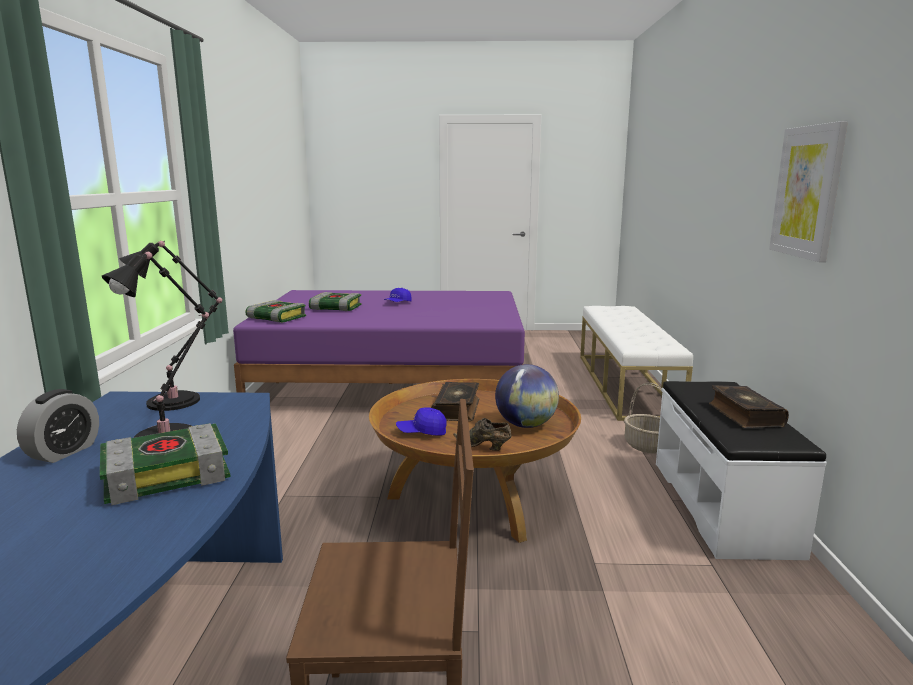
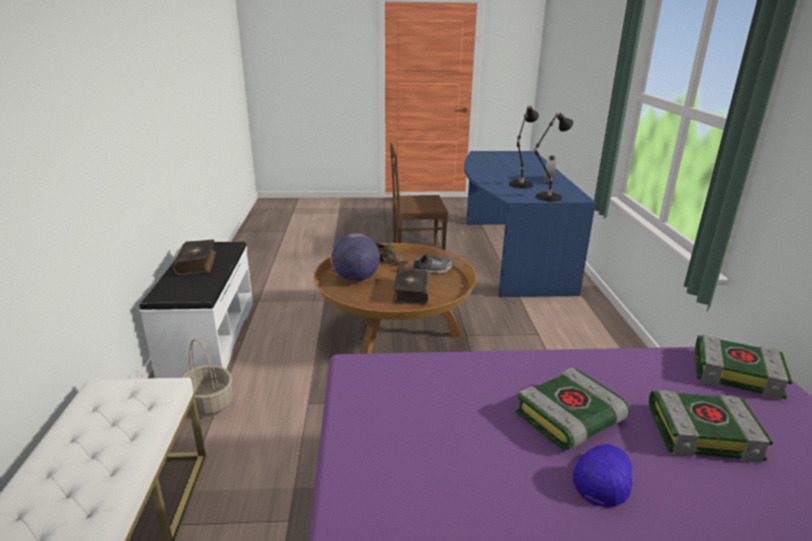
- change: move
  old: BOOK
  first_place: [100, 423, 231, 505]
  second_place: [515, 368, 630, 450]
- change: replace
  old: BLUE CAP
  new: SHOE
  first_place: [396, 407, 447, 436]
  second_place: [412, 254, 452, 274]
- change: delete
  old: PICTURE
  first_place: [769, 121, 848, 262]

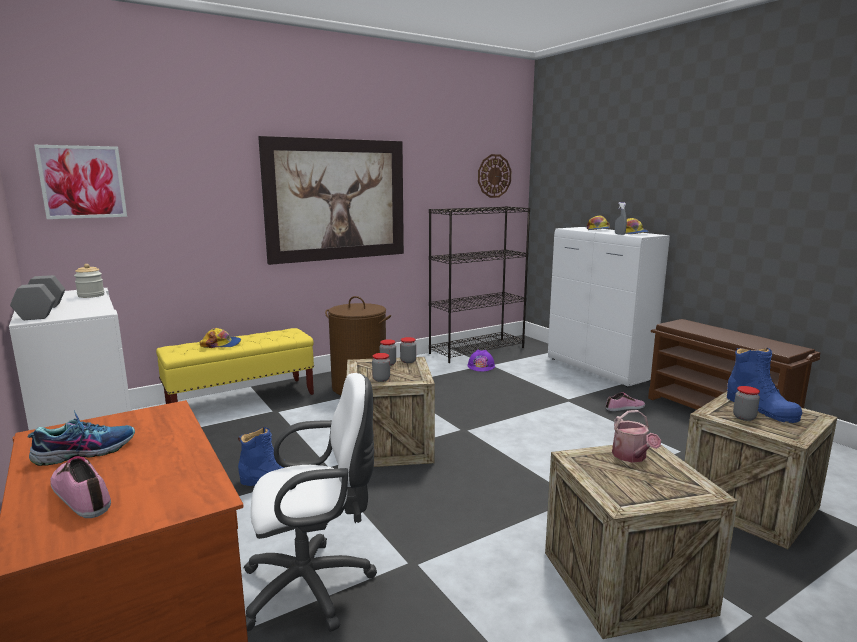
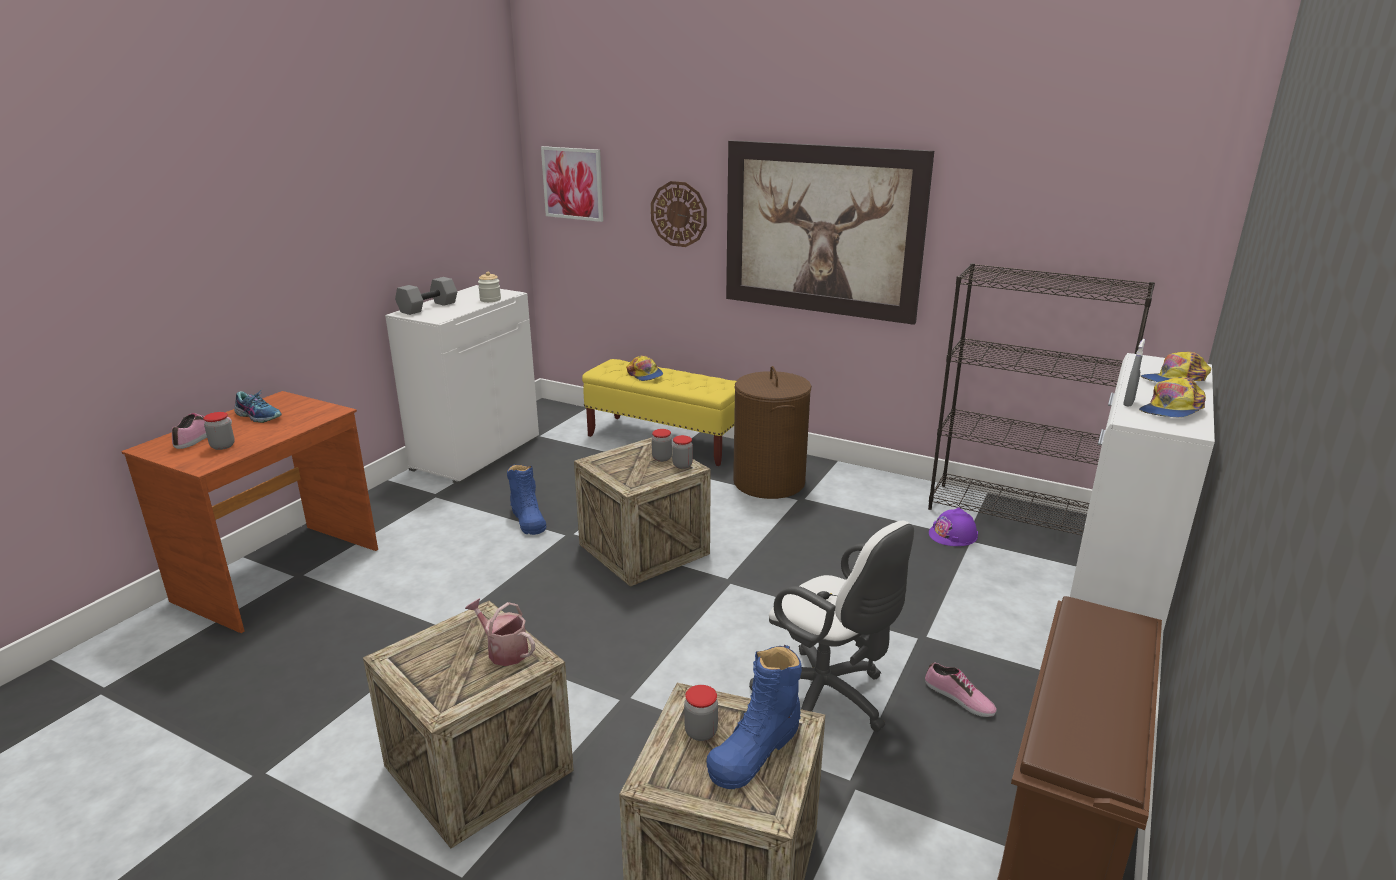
- change: move
  old: WHITE OFFICE CHAIR
  first_place: [244, 373, 377, 632]
  second_place: [749, 521, 914, 732]
- change: move
  old: JAR
  first_place: [372, 353, 390, 382]
  second_place: [203, 412, 235, 450]
- change: move
  old: WALL CLOCK
  first_place: [478, 154, 511, 198]
  second_place: [651, 181, 707, 247]
- change: rotate
  old: WATERING CAN
  first_place: [612, 410, 661, 463]
  second_place: [465, 598, 535, 666]
  degrees: 75

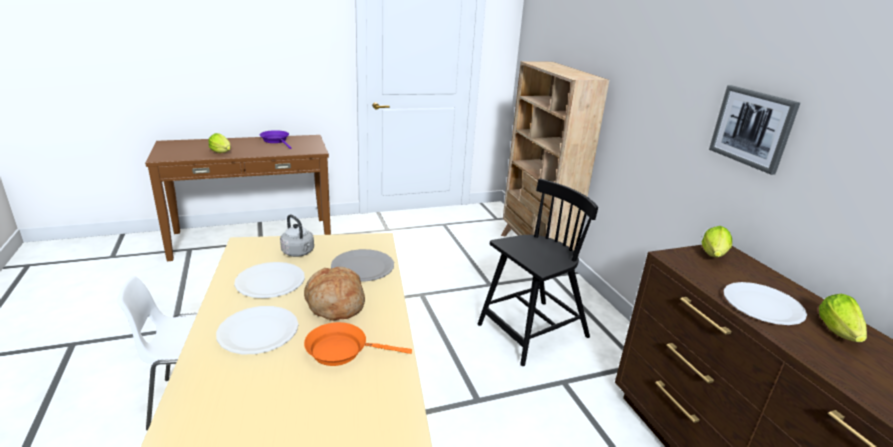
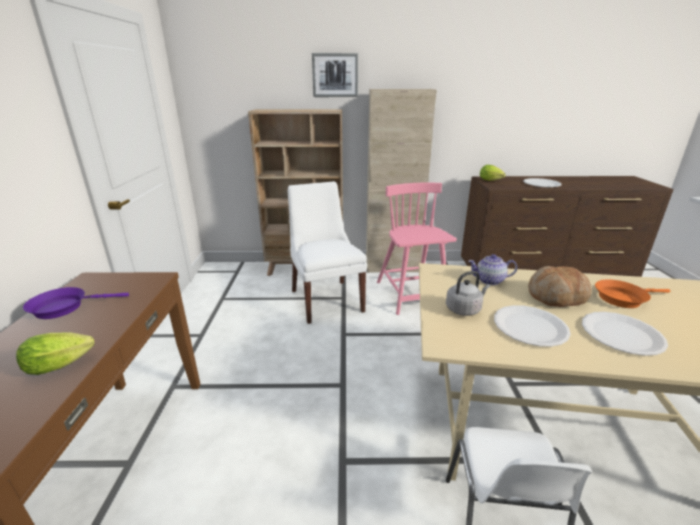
- change: rotate
  old: ORANGE FRYING PAN
  first_place: [304, 322, 412, 366]
  second_place: [595, 279, 670, 308]
  degrees: 60
- change: replace
  old: GREY PLATE
  new: TEAPOT
  first_place: [331, 249, 394, 282]
  second_place: [468, 254, 517, 285]
- change: recolor
  old: BLACK CHAIR
  new: PINK CHAIR
  first_place: [478, 179, 598, 366]
  second_place: [377, 183, 457, 315]
- change: move
  old: PICTURE
  first_place: [709, 85, 800, 175]
  second_place: [312, 53, 358, 97]
- change: delete
  old: LETTUCE
  first_place: [819, 294, 867, 342]
- change: insert
  new: WHITE CHAIR
  second_place: [288, 181, 367, 324]
- change: insert
  new: BEIGE CABINET
  second_place: [366, 89, 437, 273]

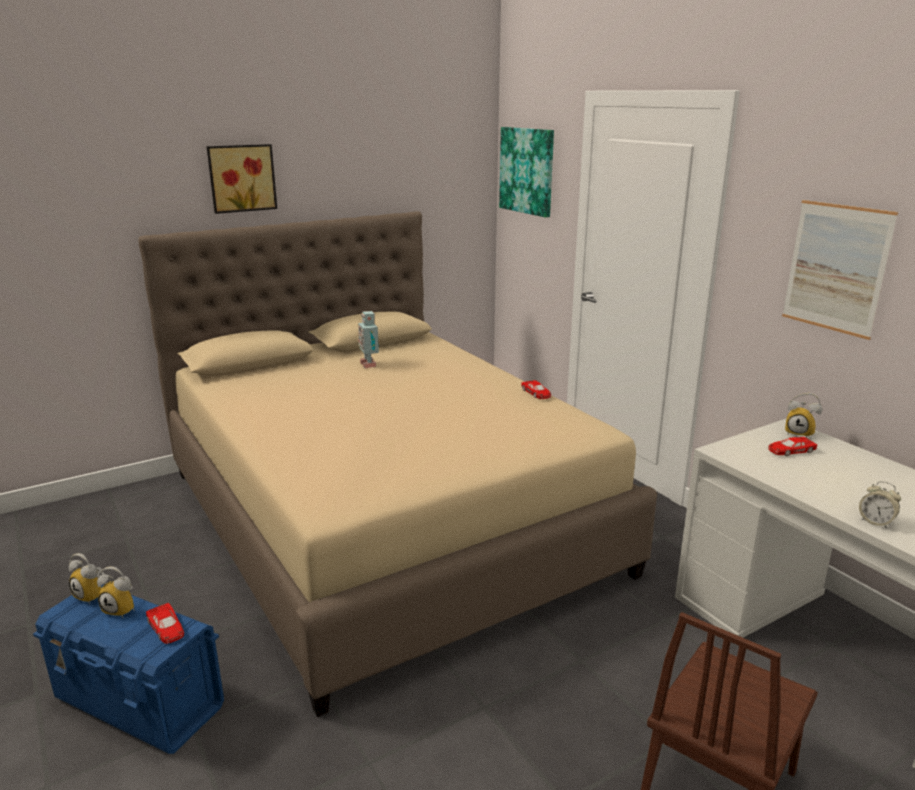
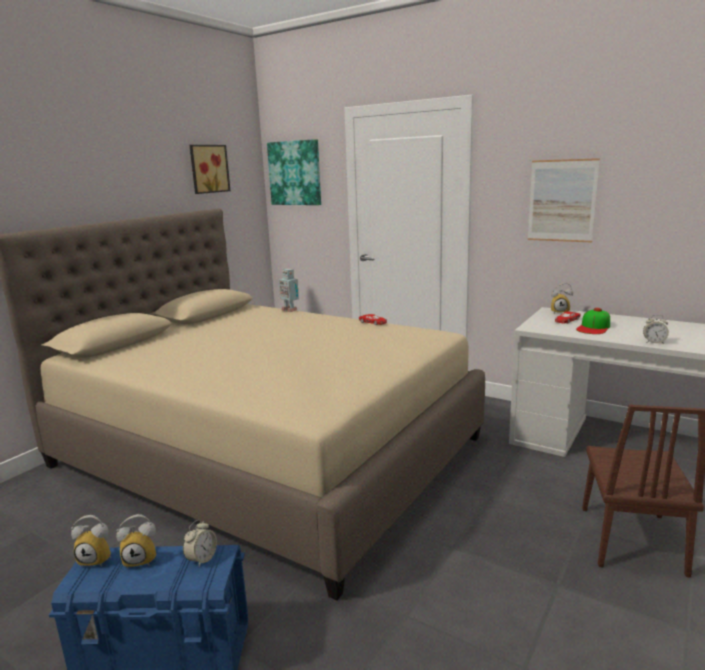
- change: replace
  old: RED TOY CAR
  new: ALARM CLOCK
  first_place: [146, 603, 184, 644]
  second_place: [183, 520, 217, 567]
- change: move
  old: PICTURE
  first_place: [206, 144, 277, 214]
  second_place: [189, 145, 231, 194]
- change: move
  old: TOY ROBOT
  first_place: [358, 311, 380, 368]
  second_place: [279, 269, 299, 312]
- change: insert
  new: CAP
  second_place: [576, 308, 610, 334]

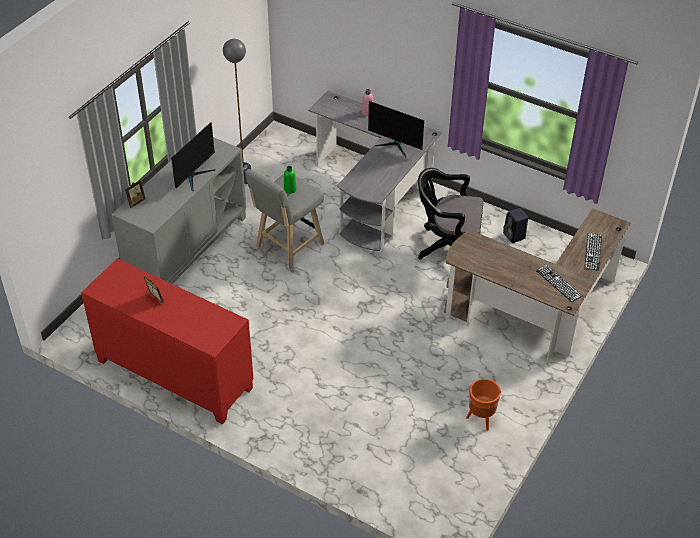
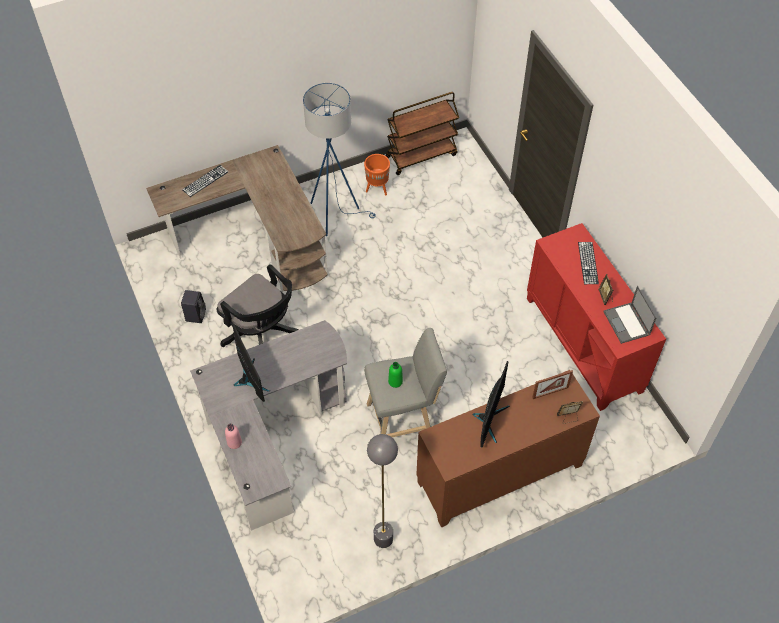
- change: recolor
  old: GREY CABINET
  new: BROWN CABINET
  first_place: [111, 137, 246, 284]
  second_place: [416, 370, 600, 528]
- change: rotate
  old: MONITOR
  first_place: [171, 122, 215, 191]
  second_place: [473, 361, 510, 447]
  degrees: 135
- change: move
  old: KEYBOARD
  first_place: [536, 265, 582, 302]
  second_place: [578, 242, 599, 284]
- change: insert
  new: BLUE FLOOR LAMP
  second_place: [303, 83, 376, 236]
- change: insert
  new: BROWN CART
  second_place: [385, 92, 459, 175]
- change: insert
  new: PICTURE FRAME
  second_place: [532, 370, 573, 399]
- change: insert
  new: LAPTOP
  second_place: [603, 286, 656, 344]

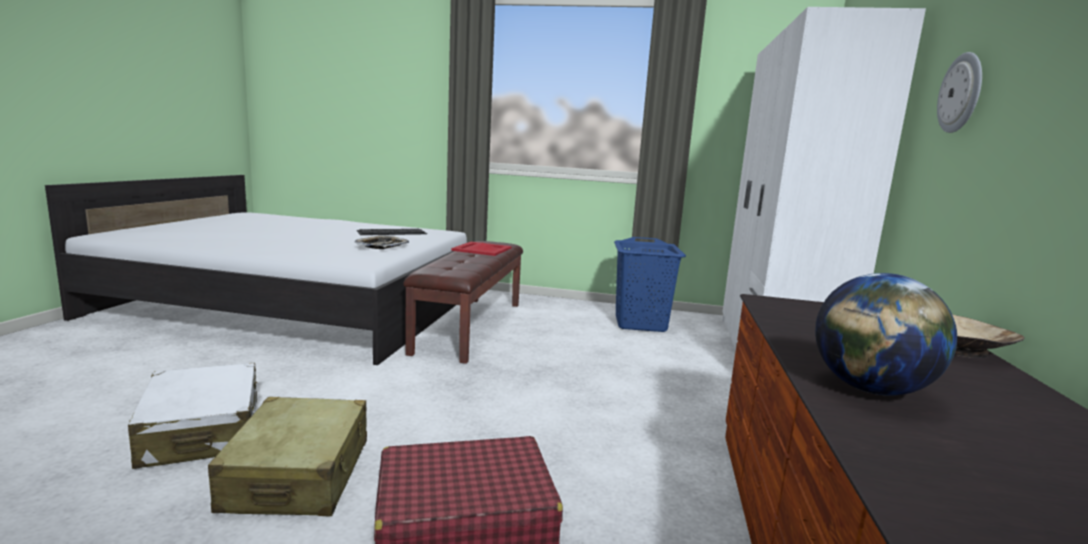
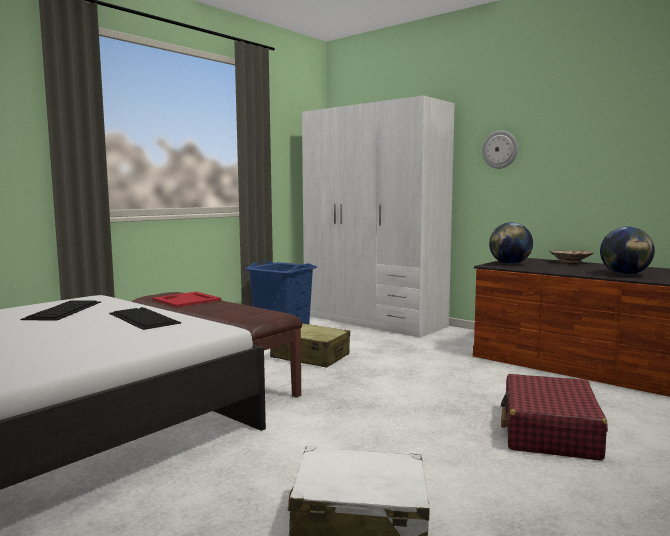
- change: move
  old: BEIGE SUITCASE
  first_place: [208, 397, 367, 516]
  second_place: [270, 323, 350, 368]
- change: replace
  old: TRAY
  new: KEYBOARD
  first_place: [355, 235, 409, 249]
  second_place: [109, 307, 181, 330]
- change: insert
  new: GLOBE
  second_place: [489, 222, 533, 264]

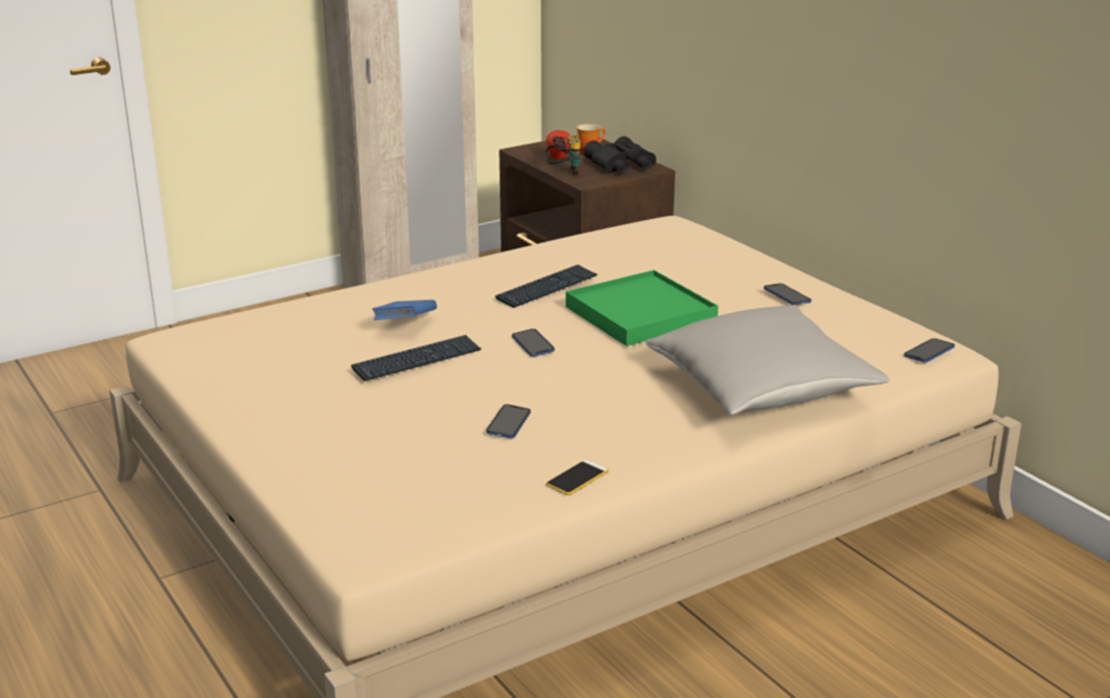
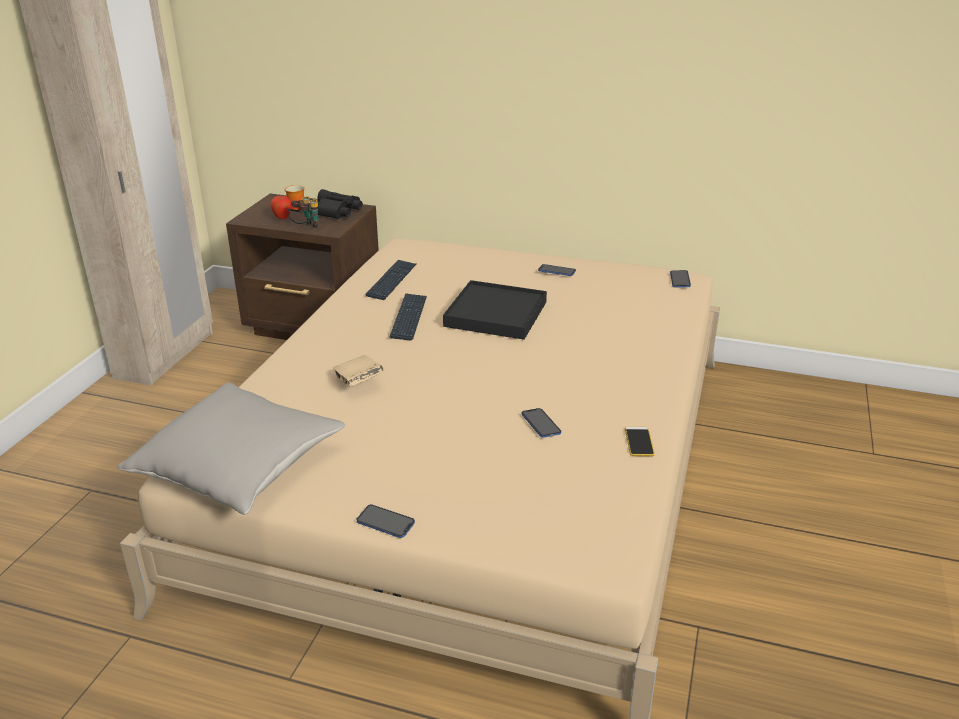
- change: move
  old: KEYBOARD
  first_place: [351, 335, 481, 381]
  second_place: [366, 260, 416, 300]
- change: recolor
  old: BLUE BOOK
  new: BEIGE BOOK
  first_place: [372, 300, 437, 320]
  second_place: [333, 355, 384, 387]
- change: move
  old: PHONE
  first_place: [512, 329, 555, 357]
  second_place: [357, 504, 415, 538]
- change: recolor
  old: GREEN TRAY
  new: BLACK TRAY
  first_place: [566, 270, 718, 346]
  second_place: [443, 280, 547, 340]
- change: move
  old: GREY PILLOW
  first_place: [645, 305, 890, 415]
  second_place: [117, 383, 345, 515]

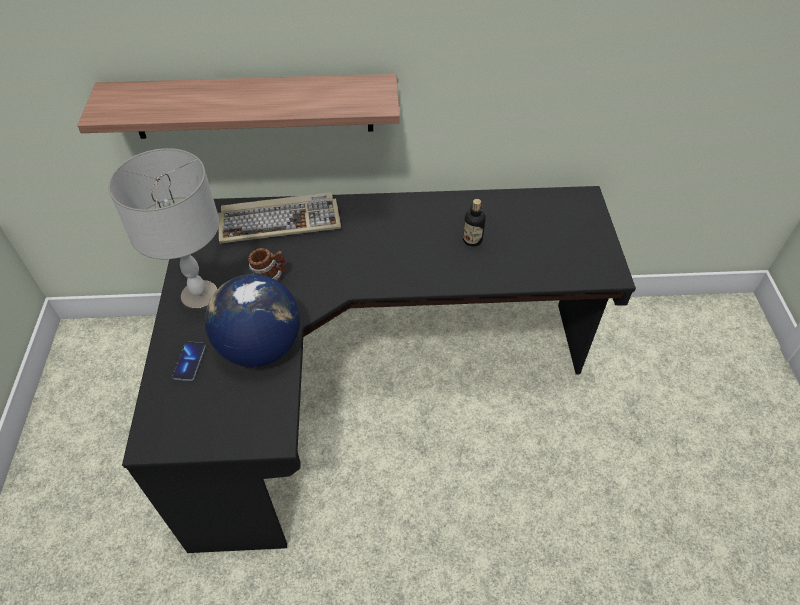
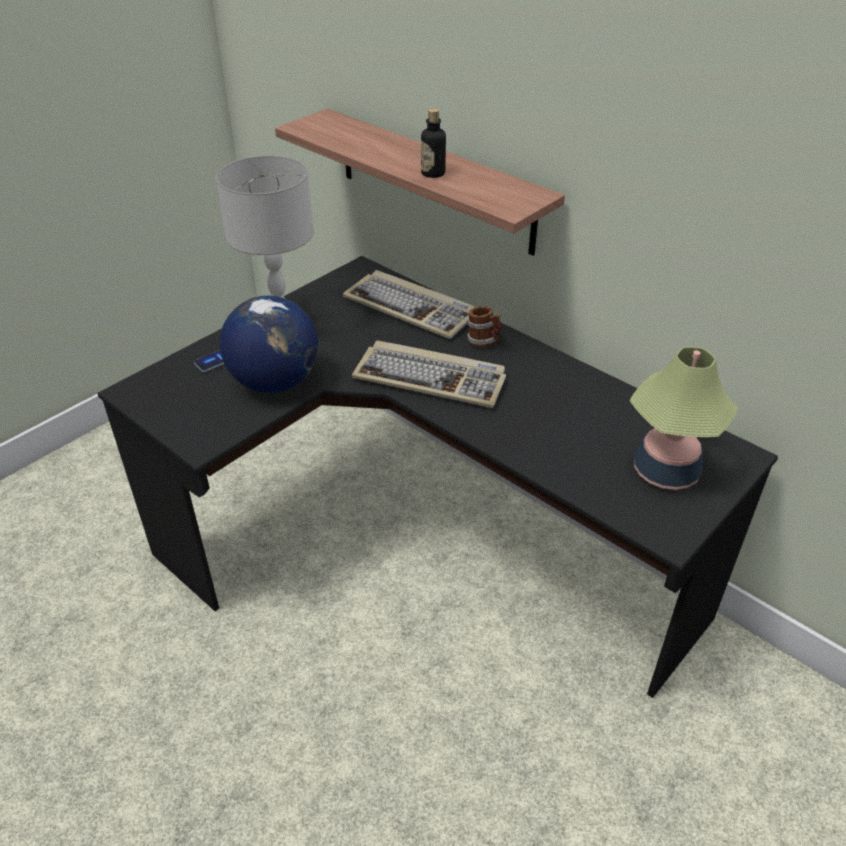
- change: move
  old: MUG
  first_place: [248, 248, 285, 281]
  second_place: [467, 306, 501, 347]
- change: move
  old: BOTTLE
  first_place: [463, 199, 486, 247]
  second_place: [421, 109, 446, 178]
- change: insert
  new: KEYBOARD
  second_place: [352, 340, 506, 408]
- change: insert
  new: TABLE LAMP
  second_place: [629, 347, 738, 490]

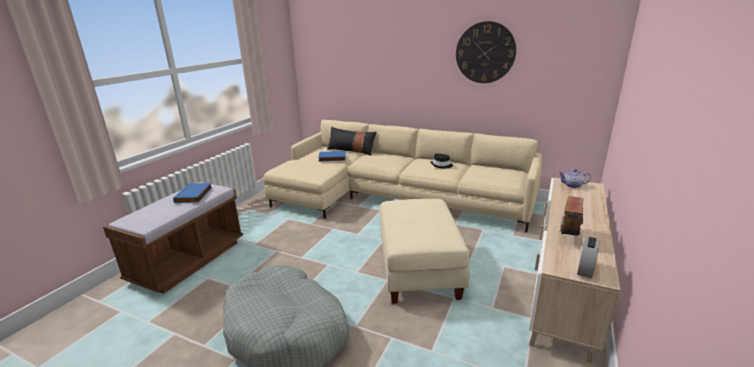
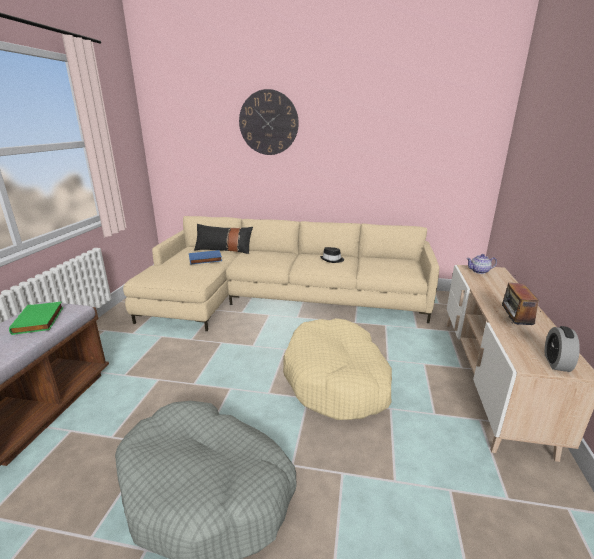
- change: recolor
  old: BLUE BOOK
  new: GREEN BOOK
  first_place: [173, 183, 212, 203]
  second_place: [9, 302, 63, 335]
- change: replace
  old: BEIGE OTTOMAN
  new: BEIGE DOG BED
  first_place: [380, 199, 470, 304]
  second_place: [283, 318, 392, 420]
- change: move
  old: WALL CLOCK
  first_place: [456, 21, 516, 83]
  second_place: [239, 89, 299, 155]

